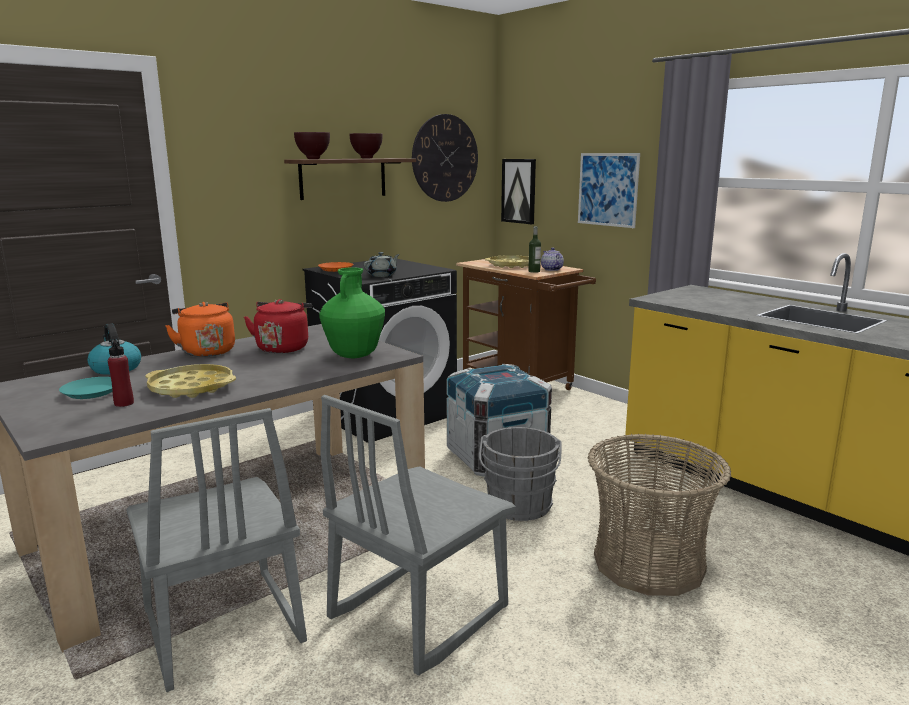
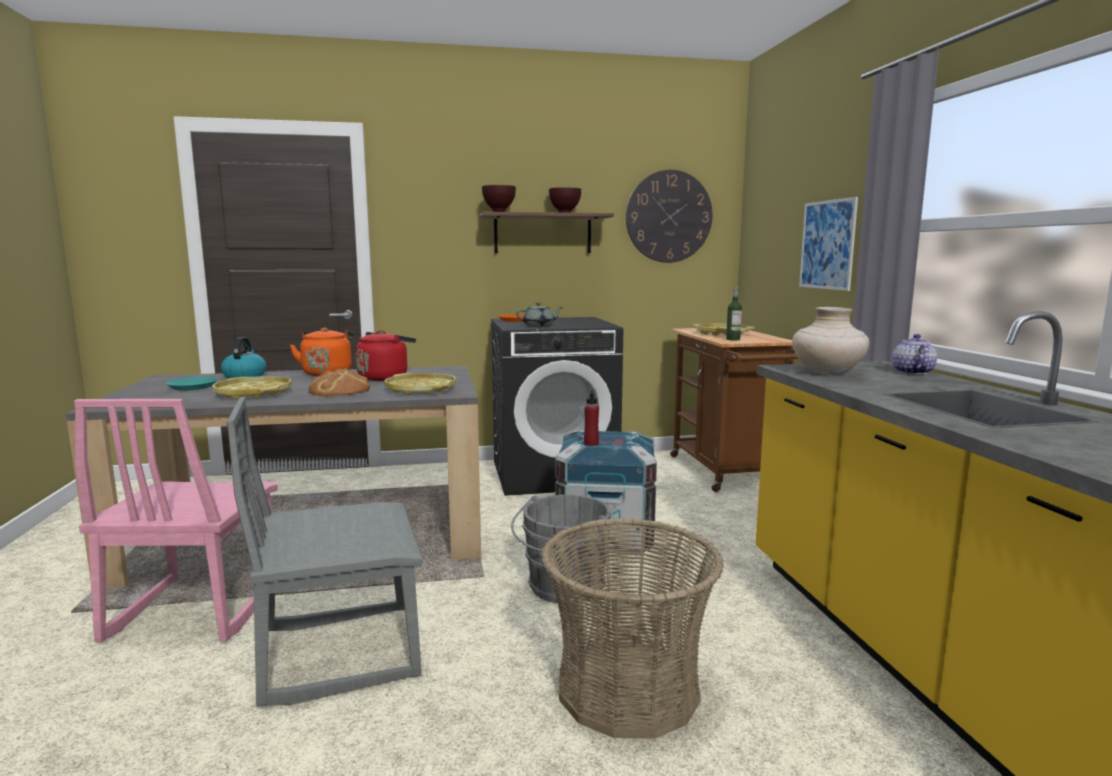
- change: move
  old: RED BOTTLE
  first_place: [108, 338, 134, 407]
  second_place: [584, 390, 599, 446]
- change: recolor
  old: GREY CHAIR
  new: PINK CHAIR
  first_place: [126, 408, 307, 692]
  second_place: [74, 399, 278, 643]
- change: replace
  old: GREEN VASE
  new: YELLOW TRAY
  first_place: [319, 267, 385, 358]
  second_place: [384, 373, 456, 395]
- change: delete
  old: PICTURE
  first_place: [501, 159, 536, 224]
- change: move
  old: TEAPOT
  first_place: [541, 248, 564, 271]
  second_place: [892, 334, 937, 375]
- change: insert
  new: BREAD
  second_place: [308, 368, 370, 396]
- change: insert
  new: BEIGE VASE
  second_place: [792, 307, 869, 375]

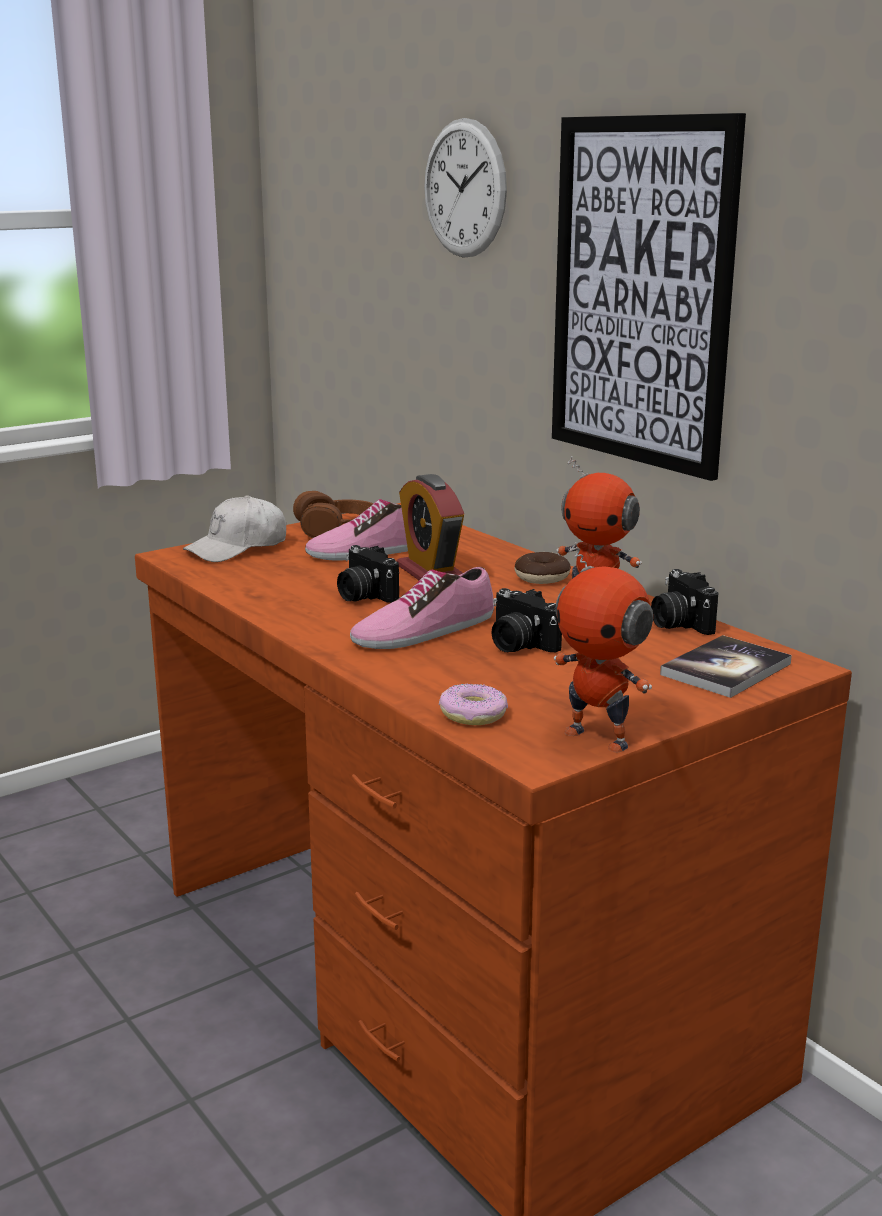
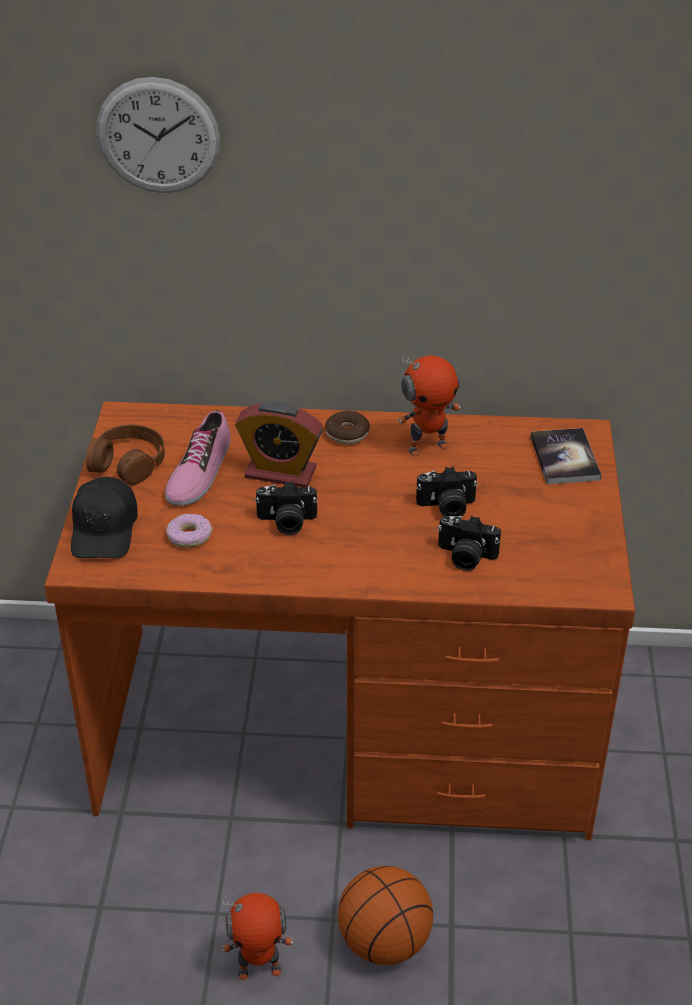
- change: recolor
  old: WHITE CAP
  new: BLACK CAP
  first_place: [183, 495, 286, 562]
  second_place: [71, 477, 138, 558]
- change: delete
  old: SHOE
  first_place: [350, 567, 494, 649]
- change: move
  old: DONUT
  first_place: [439, 684, 508, 725]
  second_place: [166, 514, 212, 548]
- change: delete
  old: PICTURE
  first_place: [552, 113, 746, 481]
- change: move
  old: TOY ROBOT
  first_place: [554, 543, 653, 752]
  second_place: [222, 893, 293, 980]
- change: move
  old: PHOTO CAMERA
  first_place: [651, 569, 719, 635]
  second_place: [437, 516, 501, 571]
- change: insert
  new: BASKETBALL
  second_place: [338, 866, 433, 965]

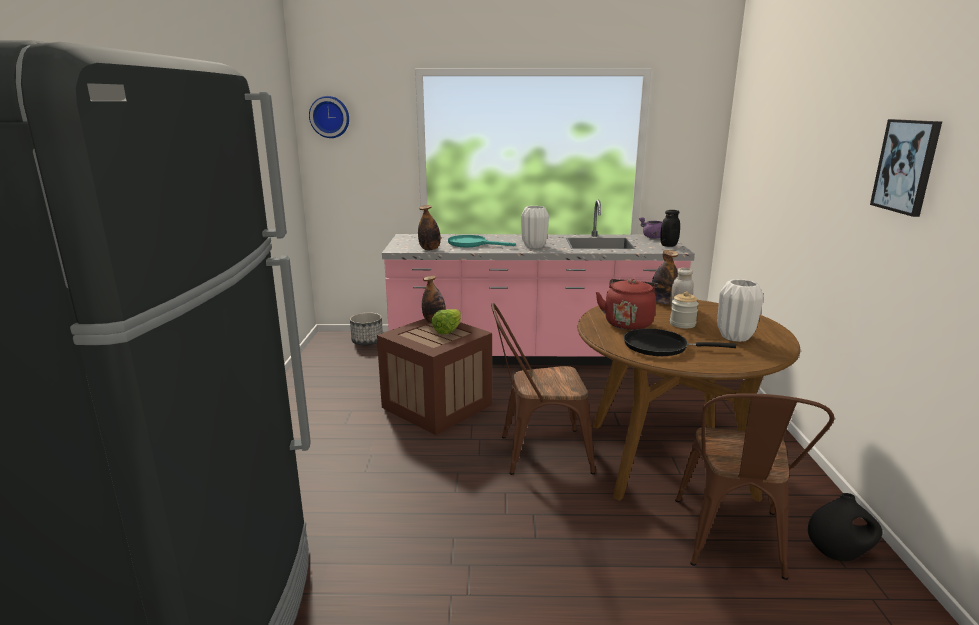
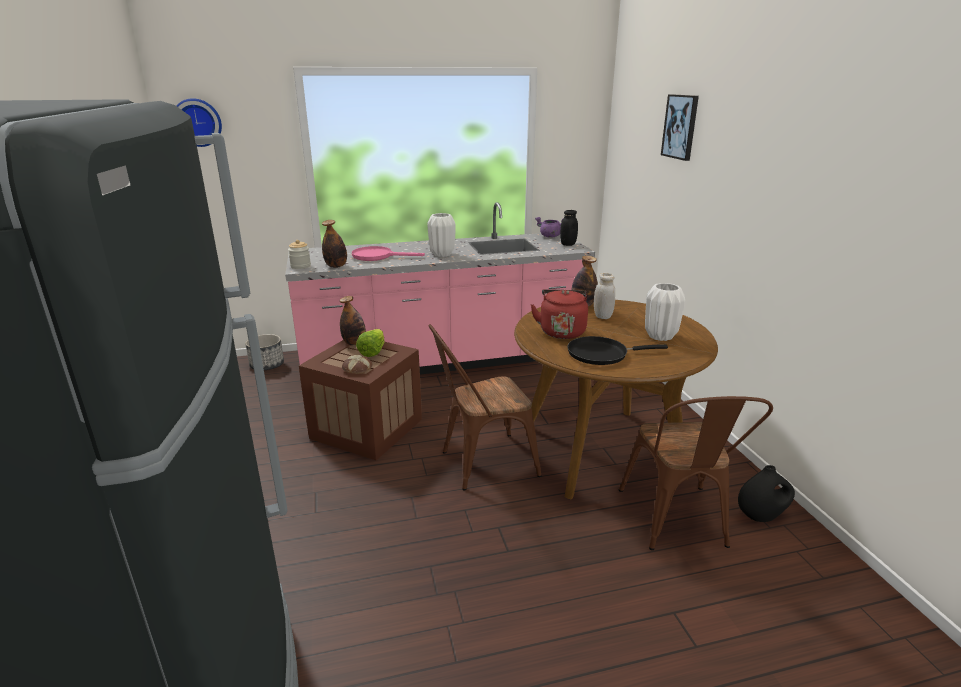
- change: recolor
  old: TURQUOISE FRYING PAN
  new: PINK FRYING PAN
  first_place: [448, 235, 516, 247]
  second_place: [352, 246, 425, 261]
- change: move
  old: JAR
  first_place: [670, 291, 699, 328]
  second_place: [288, 240, 311, 269]
- change: move
  old: PICTURE
  first_place: [870, 119, 942, 217]
  second_place: [661, 94, 699, 161]
- change: insert
  new: BREAD
  second_place: [342, 355, 372, 374]

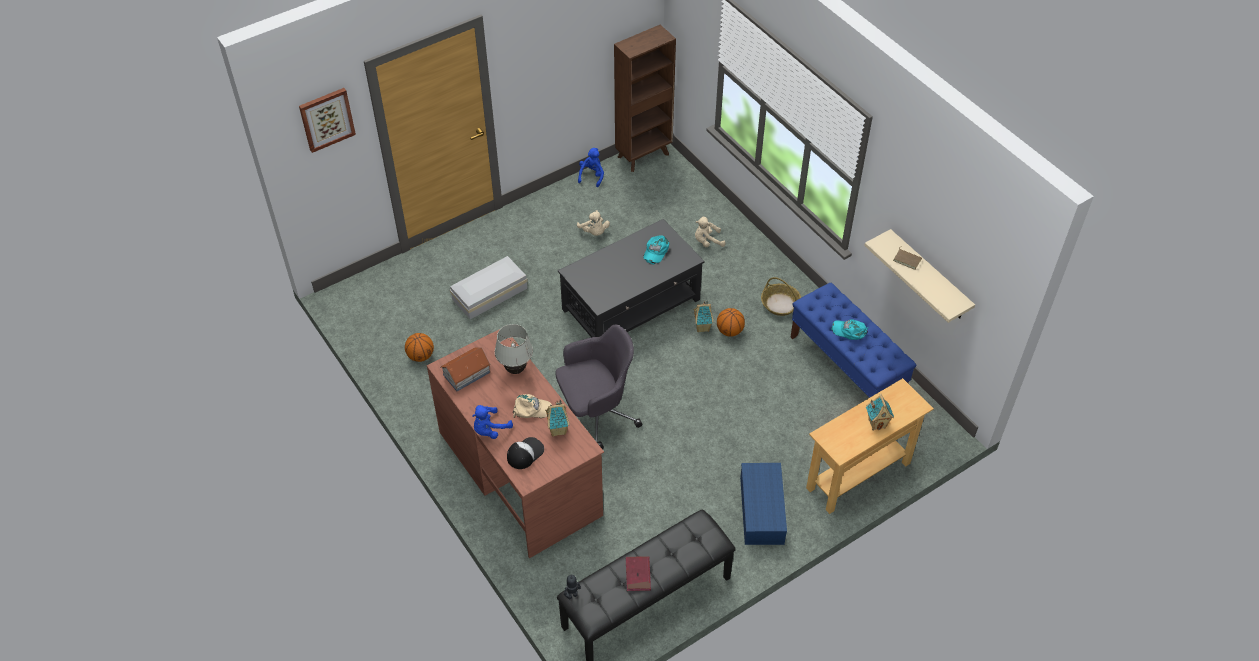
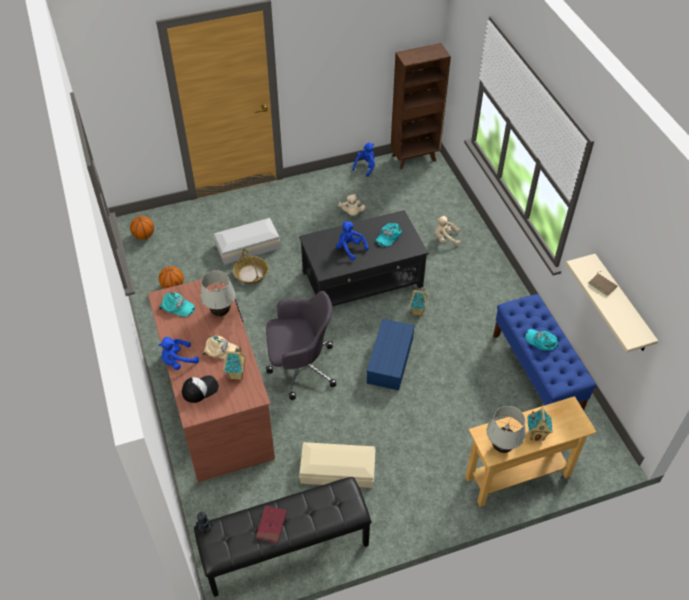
- change: delete
  old: PICTURE
  first_place: [299, 88, 356, 153]
- change: replace
  old: TOY HOUSE
  new: TURQUOISE CAP
  first_place: [440, 347, 491, 391]
  second_place: [159, 292, 195, 317]
- change: move
  old: BASKETBALL
  first_place: [717, 308, 745, 337]
  second_place: [130, 216, 154, 240]
- change: move
  old: BLUE STORAGE BOX
  first_place: [740, 463, 787, 545]
  second_place: [366, 319, 415, 391]
- change: move
  old: BASKET
  first_place: [761, 277, 801, 316]
  second_place: [233, 249, 268, 284]
- change: insert
  new: BEIGE STORAGE BOX
  second_place: [299, 442, 376, 488]
- change: insert
  new: BLUE PLUSH TOY
  second_place: [336, 221, 369, 260]
- change: insert
  new: WHITE TABLE LAMP
  second_place: [487, 406, 526, 453]

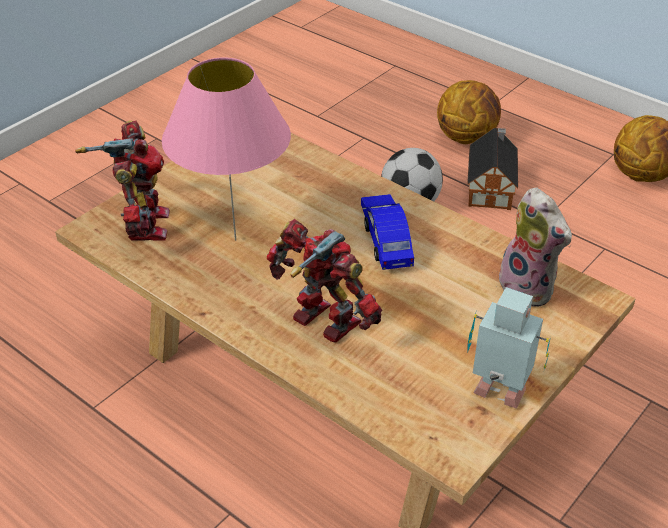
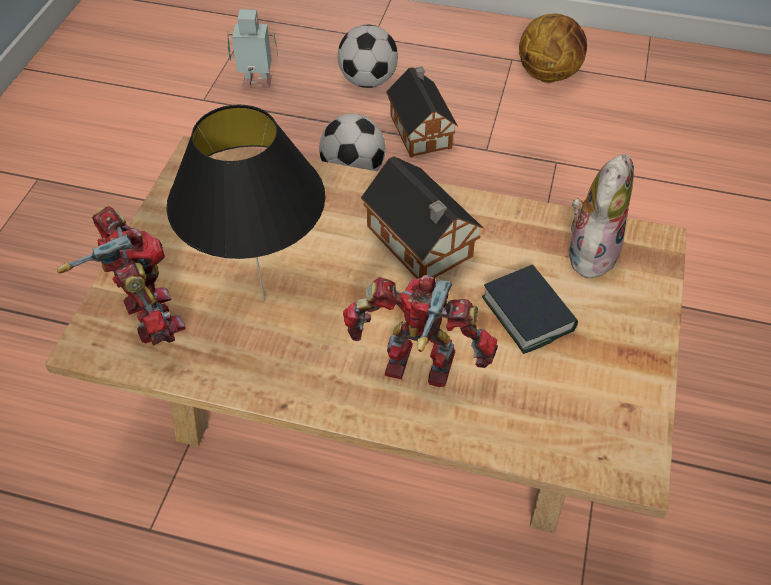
- change: recolor
  old: PINK TABLE LAMP
  new: BLACK TABLE LAMP
  first_place: [162, 58, 291, 241]
  second_place: [167, 105, 326, 302]
- change: replace
  old: BLUE TOY CAR
  new: TOY HOUSE
  first_place: [361, 194, 414, 270]
  second_place: [361, 156, 484, 279]
- change: replace
  old: BASKETBALL
  new: FOOTBALL
  first_place: [437, 80, 501, 144]
  second_place: [338, 25, 398, 88]
- change: move
  old: TOY ROBOT
  first_place: [468, 287, 551, 408]
  second_place: [227, 9, 278, 88]
- change: rotate
  old: PLUSH TOY
  first_place: [499, 187, 572, 307]
  second_place: [566, 154, 634, 283]
  degrees: -90
- change: insert
  new: BOOK
  second_place: [482, 264, 578, 354]

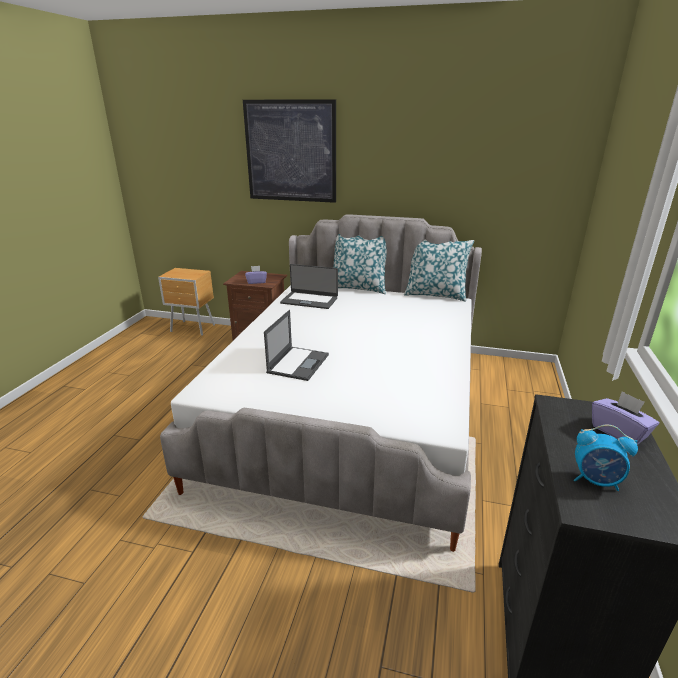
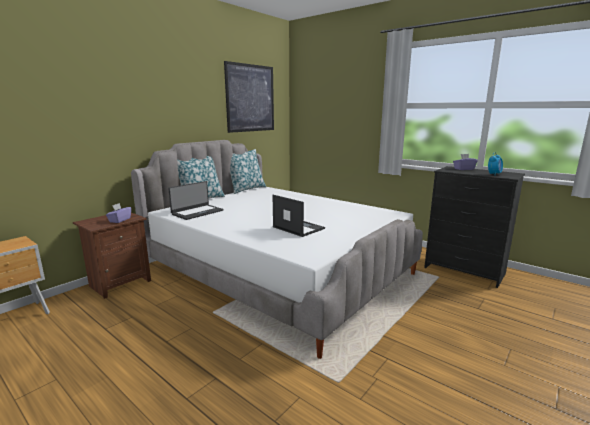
- change: move
  old: PICTURE
  first_place: [243, 99, 336, 203]
  second_place: [224, 61, 274, 133]

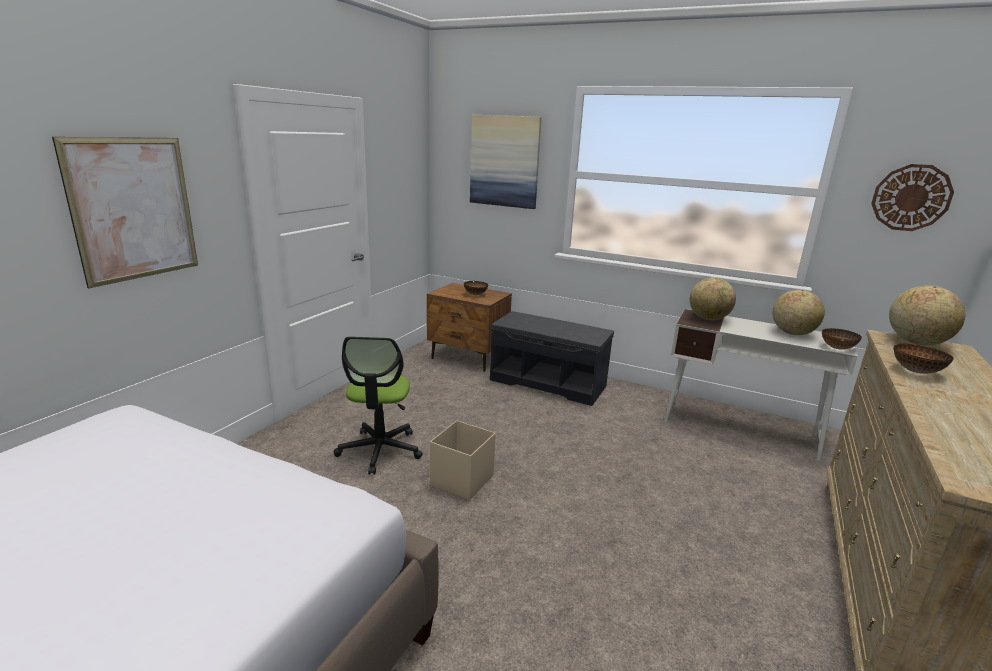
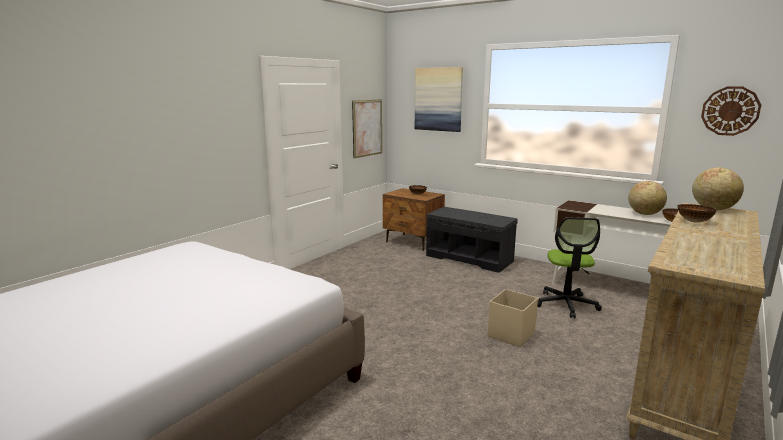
- change: move
  old: PICTURE
  first_place: [52, 137, 198, 288]
  second_place: [352, 99, 382, 158]
- change: move
  old: OFFICE CHAIR
  first_place: [334, 336, 423, 475]
  second_place: [537, 217, 602, 318]
- change: move
  old: BEIGE STORAGE BOX
  first_place: [430, 420, 496, 501]
  second_place: [488, 289, 538, 347]
- change: delete
  old: GLOBE
  first_place: [690, 277, 736, 320]

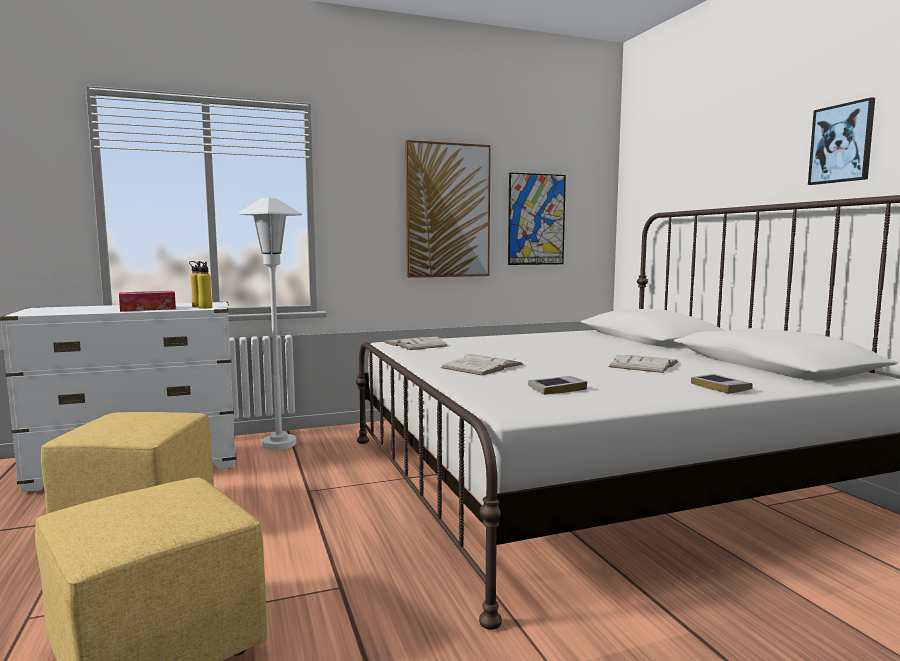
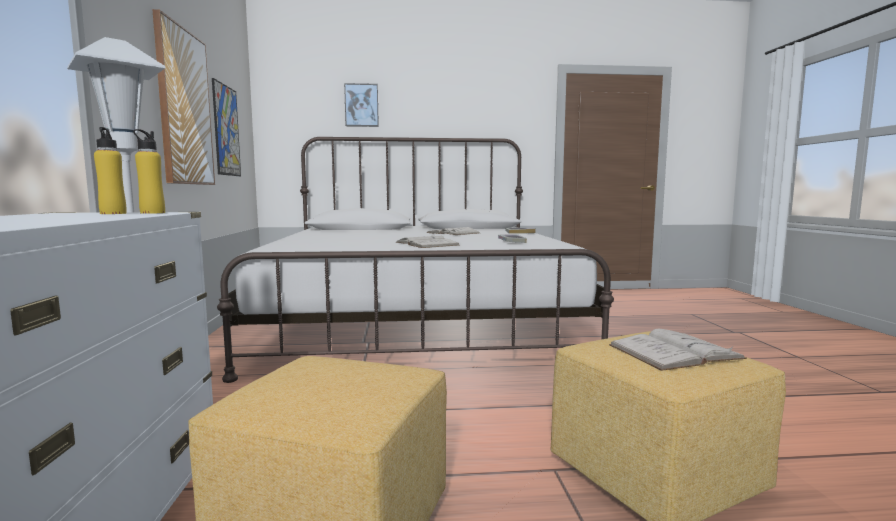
- change: delete
  old: TISSUE BOX
  first_place: [119, 291, 176, 312]
- change: move
  old: WHITE BOOK
  first_place: [384, 337, 448, 350]
  second_place: [609, 329, 747, 371]
- change: move
  old: PICTURE
  first_place: [808, 97, 875, 185]
  second_place: [344, 83, 379, 127]

